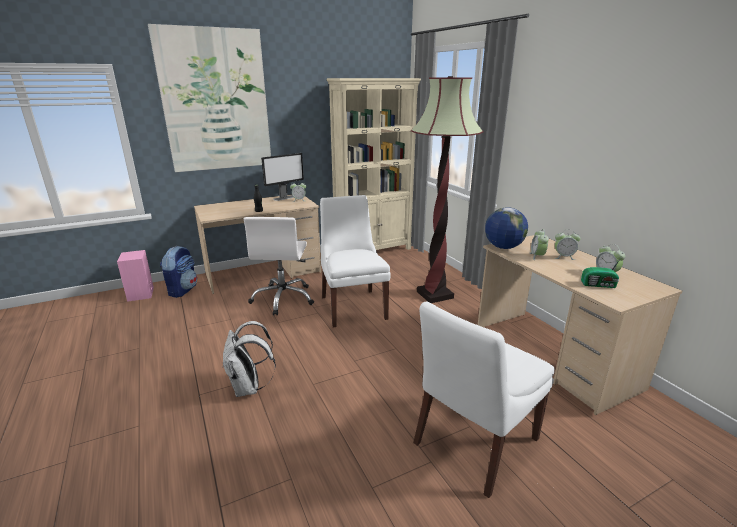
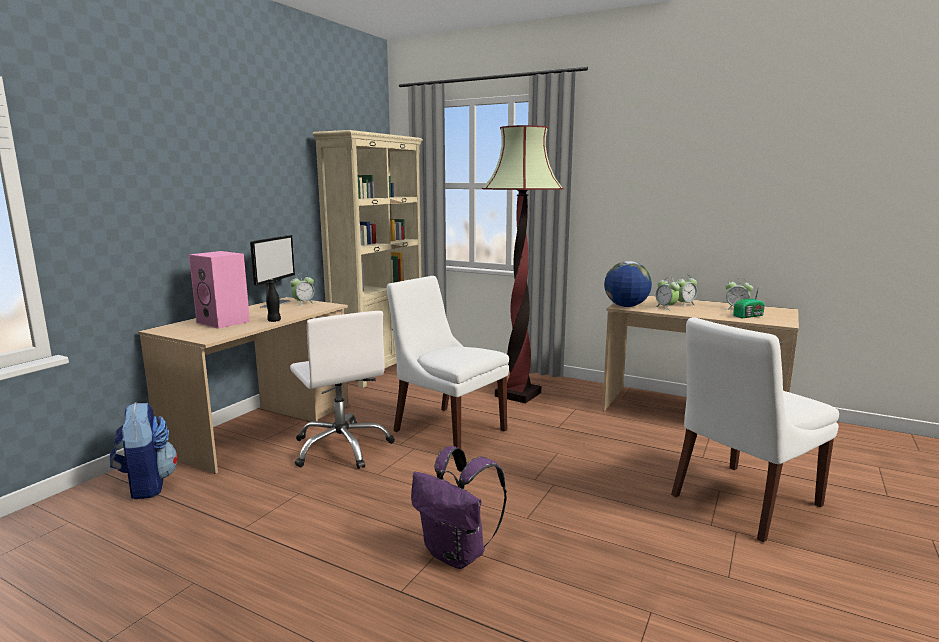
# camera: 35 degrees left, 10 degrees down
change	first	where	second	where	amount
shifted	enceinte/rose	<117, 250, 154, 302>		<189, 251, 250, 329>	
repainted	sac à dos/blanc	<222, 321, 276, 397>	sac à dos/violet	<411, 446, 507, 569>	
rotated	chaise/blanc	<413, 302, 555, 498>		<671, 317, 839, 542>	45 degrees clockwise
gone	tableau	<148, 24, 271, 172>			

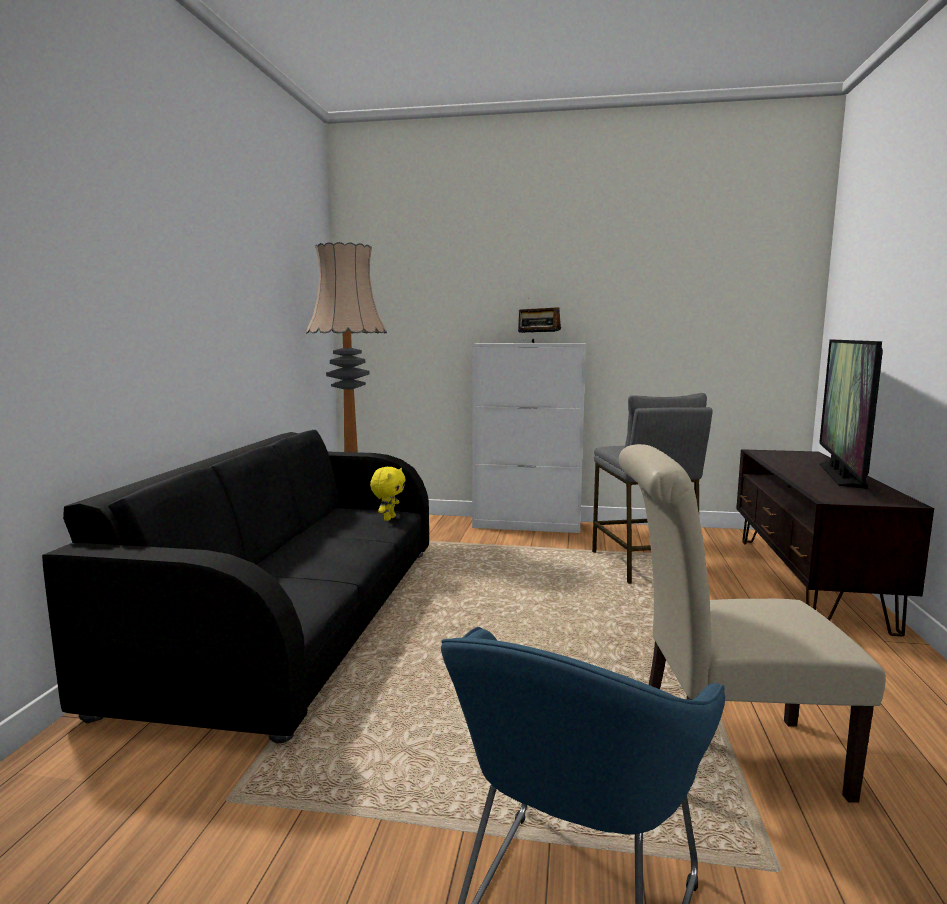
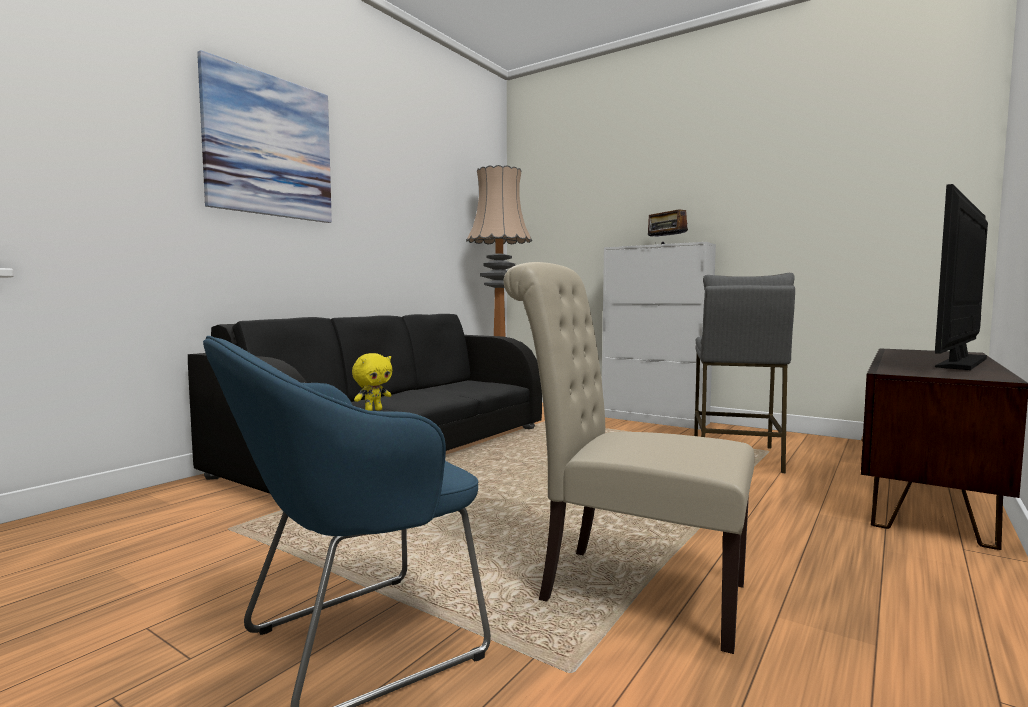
# camera: 25 degrees right, 5 degrees down
change	first	where	second	where	amount
new			tableau	<197, 50, 332, 223>	
shifted	peluche/jaune	<370, 467, 406, 521>		<352, 353, 392, 411>	

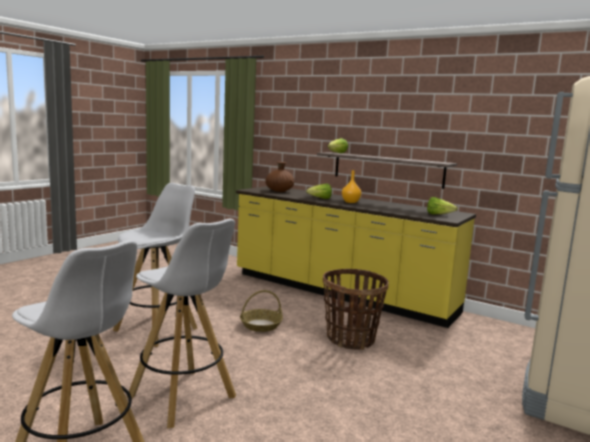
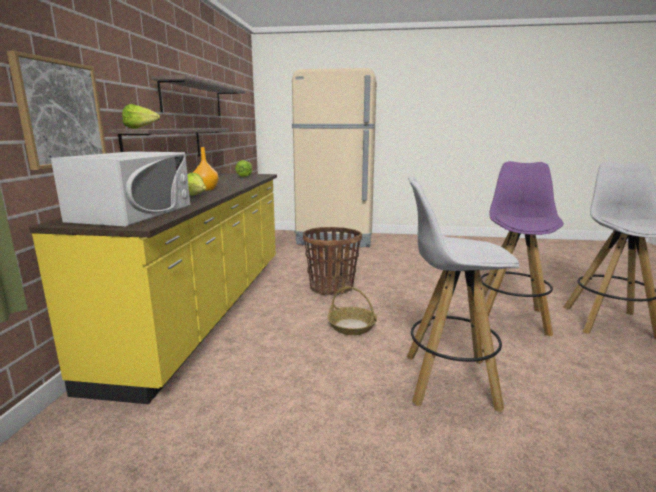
# camera: 115 degrees left, 5 degrees up
change	first	where	second	where	amount
new			tableau	<7, 51, 107, 170>	
swapped	vase/marron	<265, 162, 294, 192>	micro-ondes/blanc	<51, 151, 190, 226>	
new			étagère	<150, 75, 246, 116>	
repainted	tabouret/blanc	<127, 219, 236, 429>	tabouret/violet	<481, 161, 564, 336>	

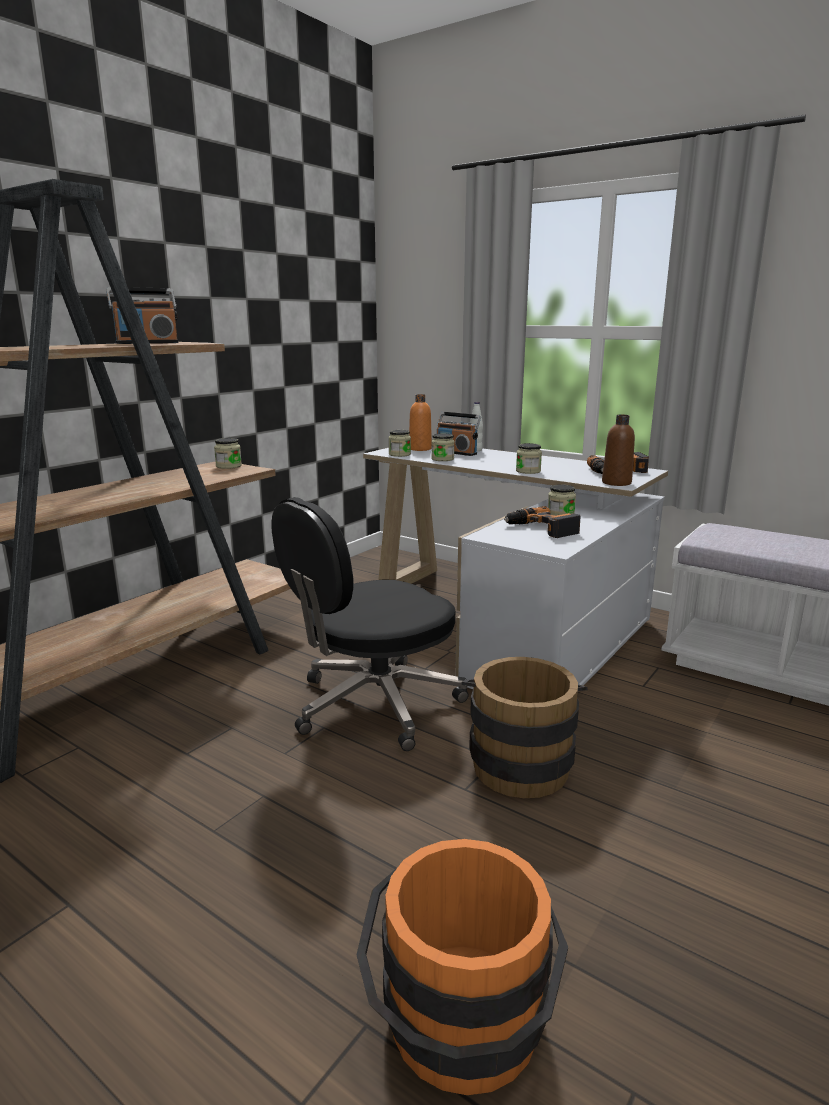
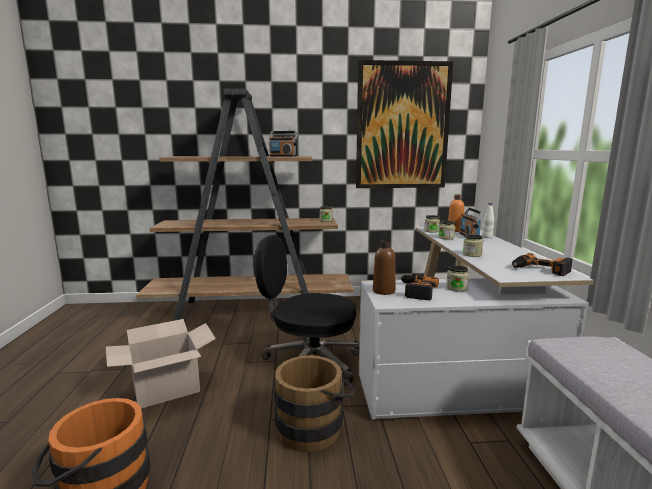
# camera: 50 degrees right, 5 degrees down
change	first	where	second	where	amount
new			carton	<106, 319, 216, 408>	
new			tableau	<356, 60, 453, 188>	
shifted	bouteille/marron	<602, 415, 635, 486>		<373, 240, 396, 295>	

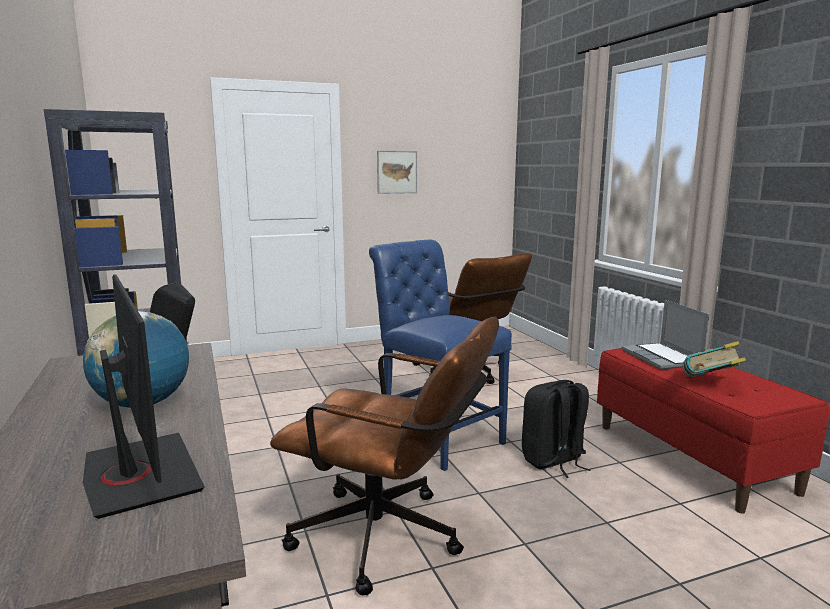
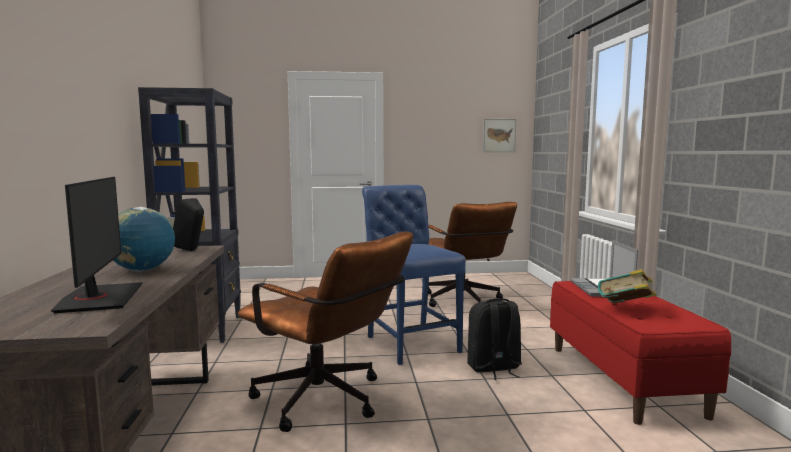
# camera: 15 degrees right, 5 degrees down
change	first	where	second	where	amount
shifted	tableau	<377, 151, 417, 194>		<483, 119, 516, 152>	

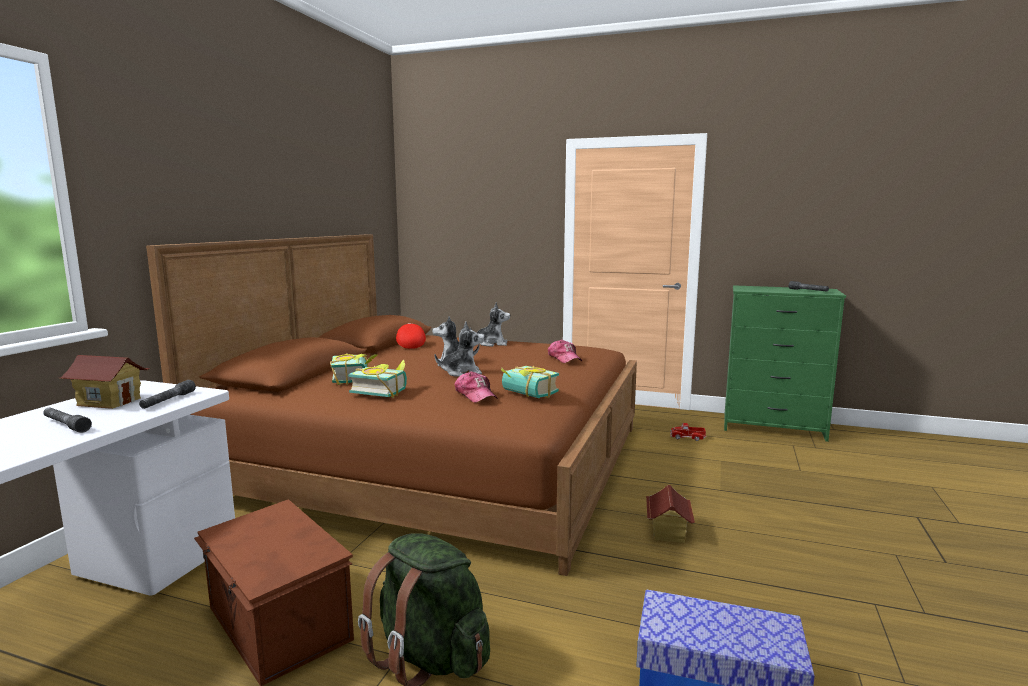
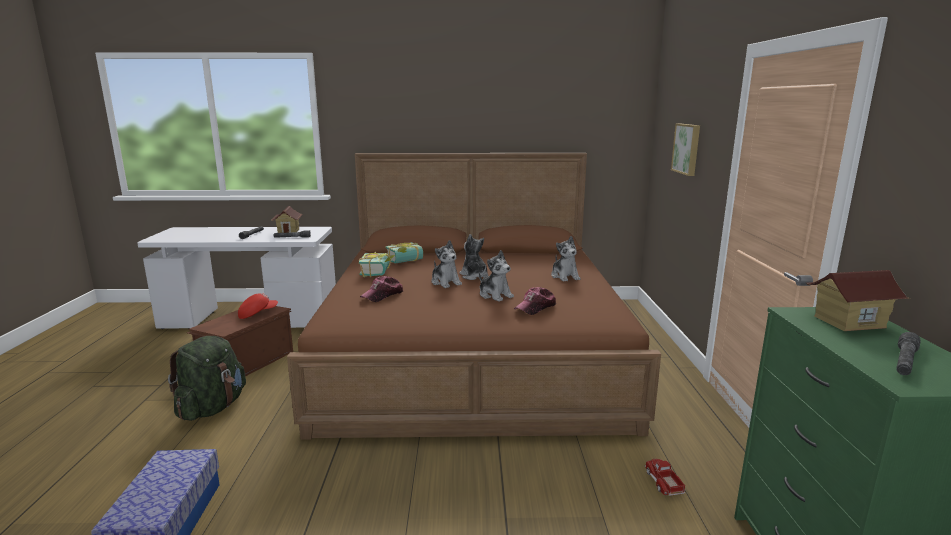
# camera: 70 degrees right, 5 degrees up
change	first	where	second	where	amount
shifted	casquette/rouge	<396, 323, 426, 349>		<238, 293, 278, 319>	
new			peluche	<479, 250, 514, 302>	
new			tableau	<671, 124, 700, 176>	
shifted	maison miniature	<646, 485, 695, 543>		<806, 270, 909, 331>	
gone	livre	<501, 366, 559, 398>			

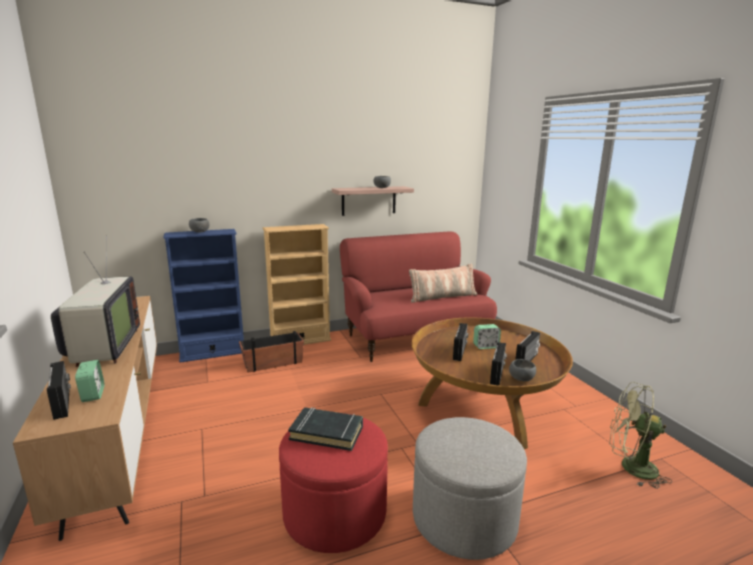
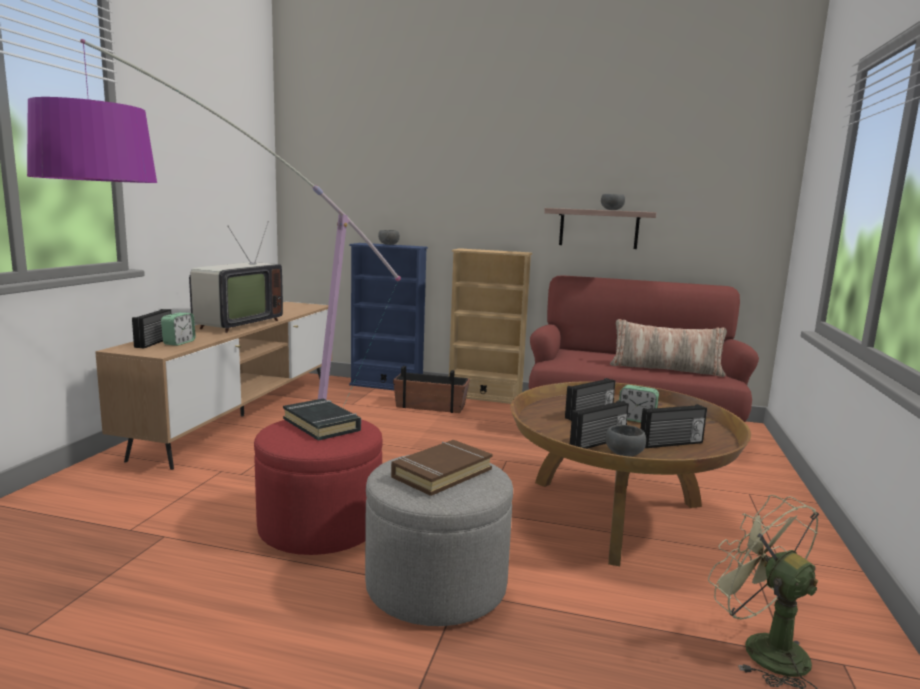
# camera: 35 degrees right, 5 degrees down
change	first	where	second	where	amount
new			lampadaire	<27, 39, 401, 407>	
new			livre/marron	<391, 440, 493, 496>	

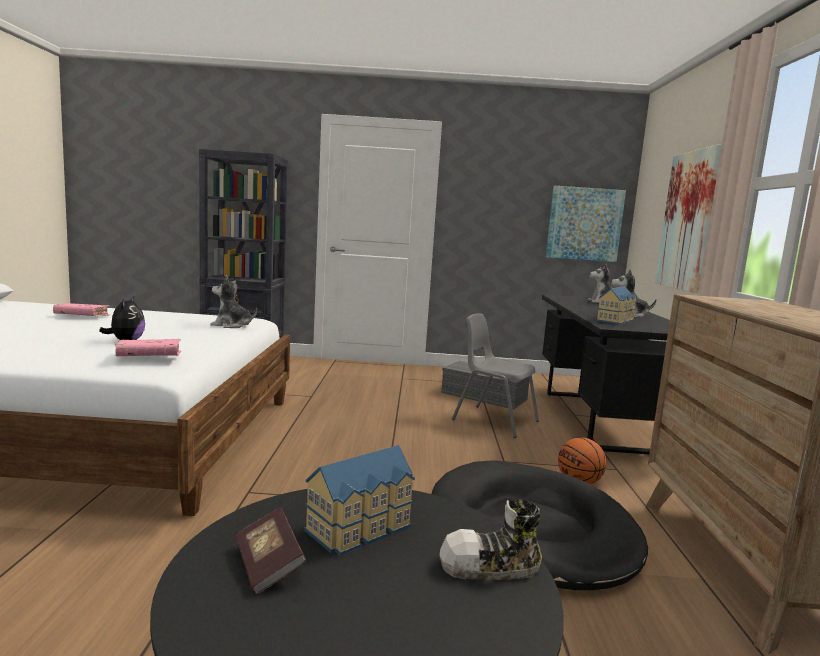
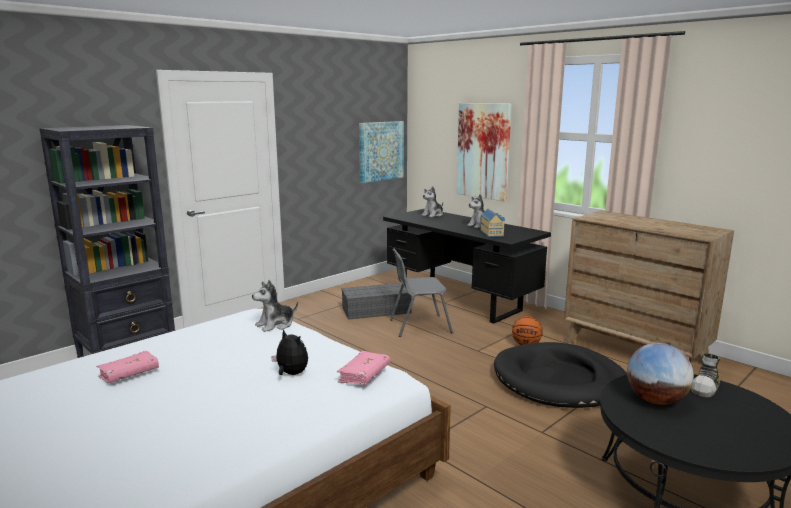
# camera: 45 degrees left, 5 degrees up
change	first	where	second	where	amount
swapped	maison miniature	<304, 445, 415, 556>	globe	<627, 343, 694, 405>	
gone	livre	<235, 507, 306, 595>			

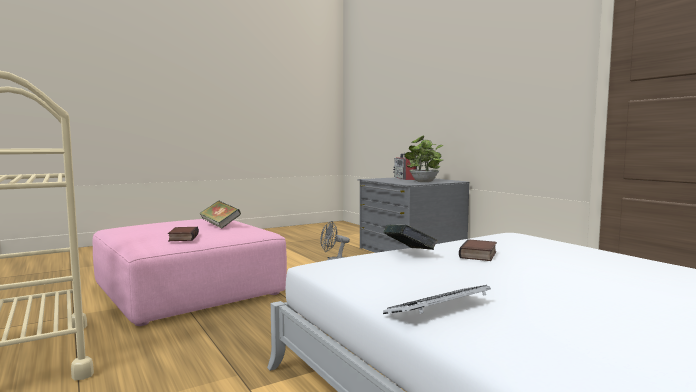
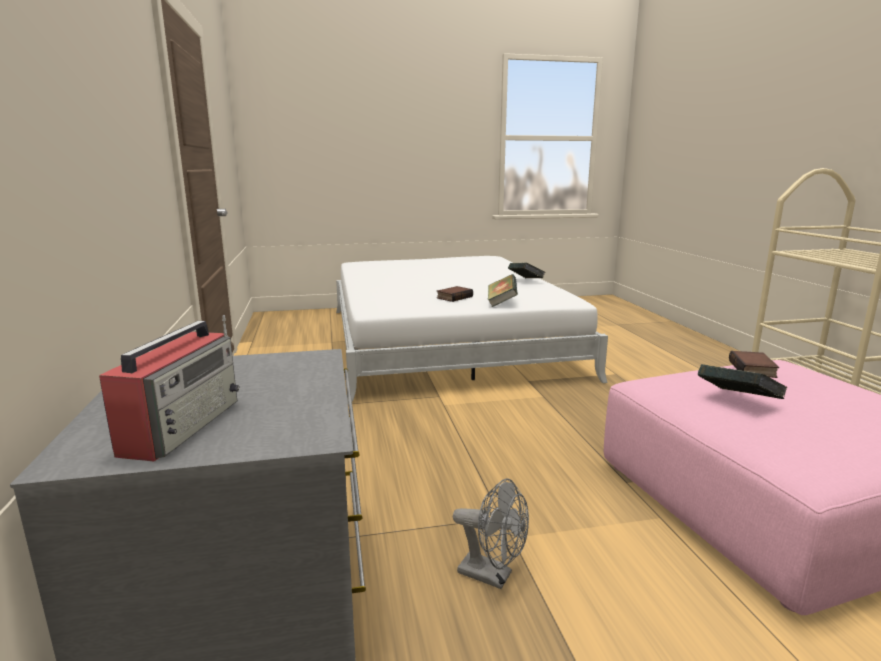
# camera: 160 degrees left, 10 degrees up
change	first	where	second	where	amount
swapped	clavier	<383, 285, 491, 314>	livre	<508, 263, 546, 278>	
gone	plante en pot	<404, 136, 443, 182>			

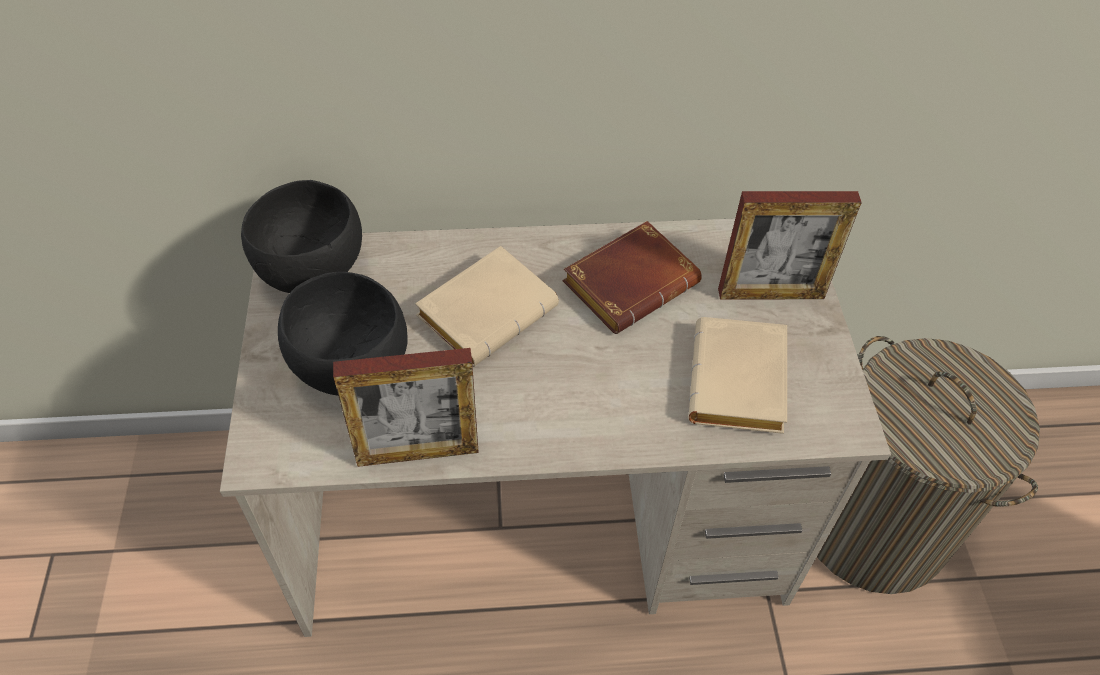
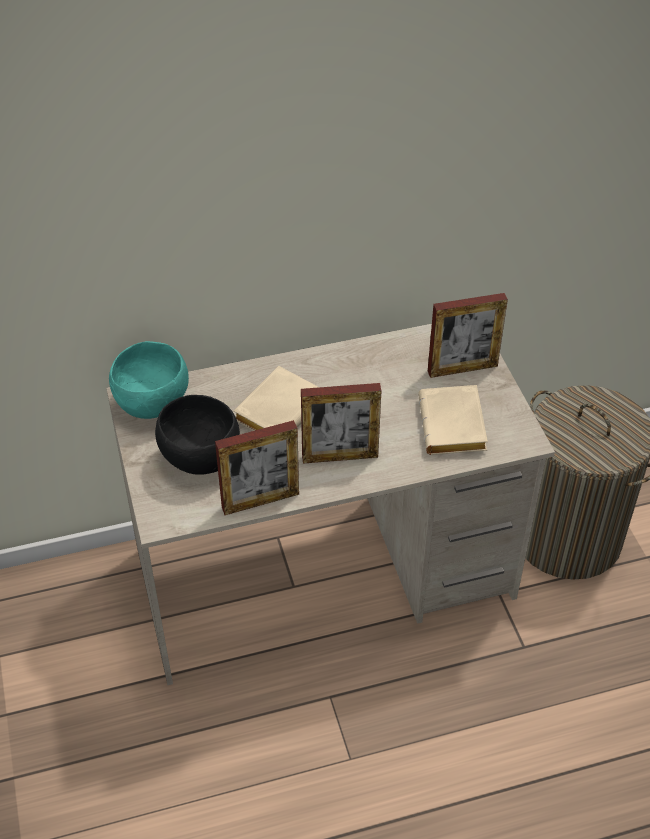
# camera: 10 degrees left, 5 degrees down
change	first	where	second	where	amount
repainted	bol/noir	<241, 180, 362, 293>	bol/turquoise	<109, 341, 189, 419>	
new			cadre photo	<301, 383, 381, 464>	
gone	livre/marron	<562, 221, 702, 334>			

